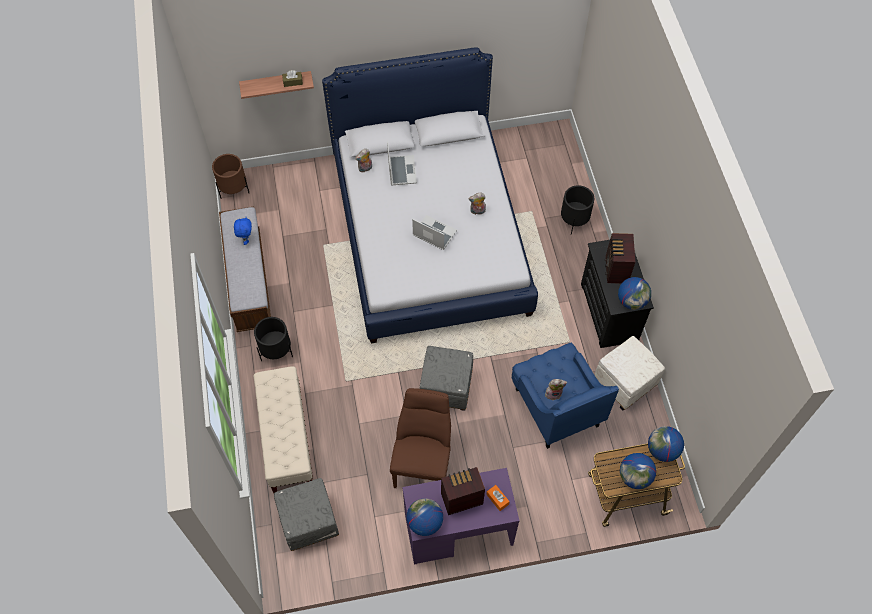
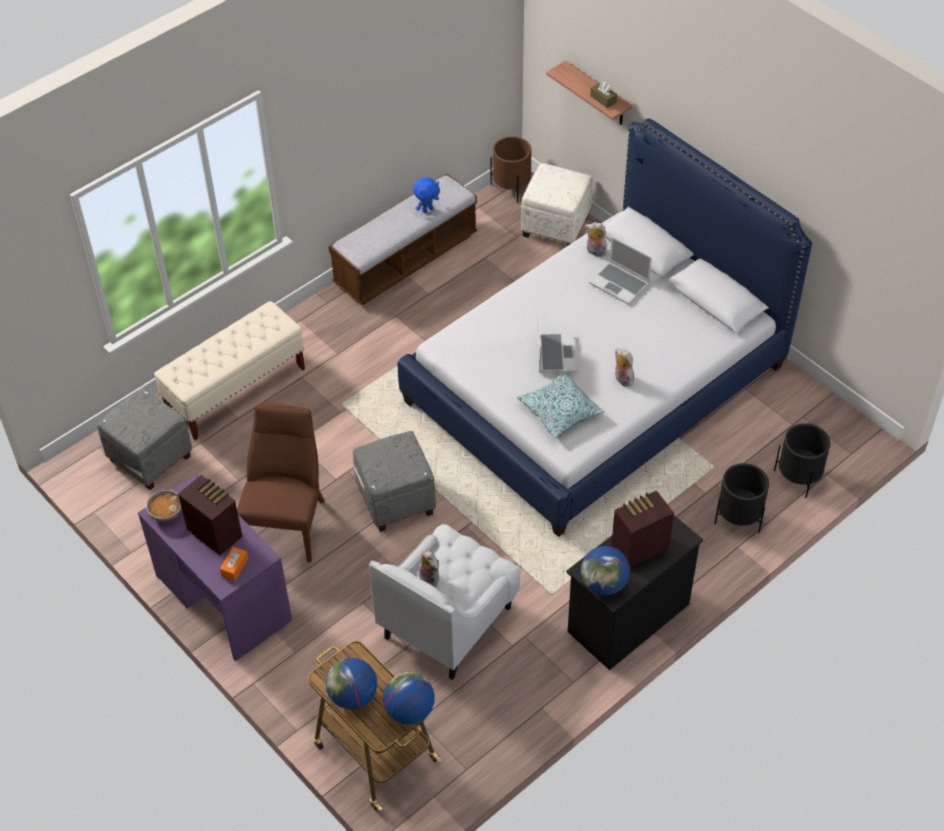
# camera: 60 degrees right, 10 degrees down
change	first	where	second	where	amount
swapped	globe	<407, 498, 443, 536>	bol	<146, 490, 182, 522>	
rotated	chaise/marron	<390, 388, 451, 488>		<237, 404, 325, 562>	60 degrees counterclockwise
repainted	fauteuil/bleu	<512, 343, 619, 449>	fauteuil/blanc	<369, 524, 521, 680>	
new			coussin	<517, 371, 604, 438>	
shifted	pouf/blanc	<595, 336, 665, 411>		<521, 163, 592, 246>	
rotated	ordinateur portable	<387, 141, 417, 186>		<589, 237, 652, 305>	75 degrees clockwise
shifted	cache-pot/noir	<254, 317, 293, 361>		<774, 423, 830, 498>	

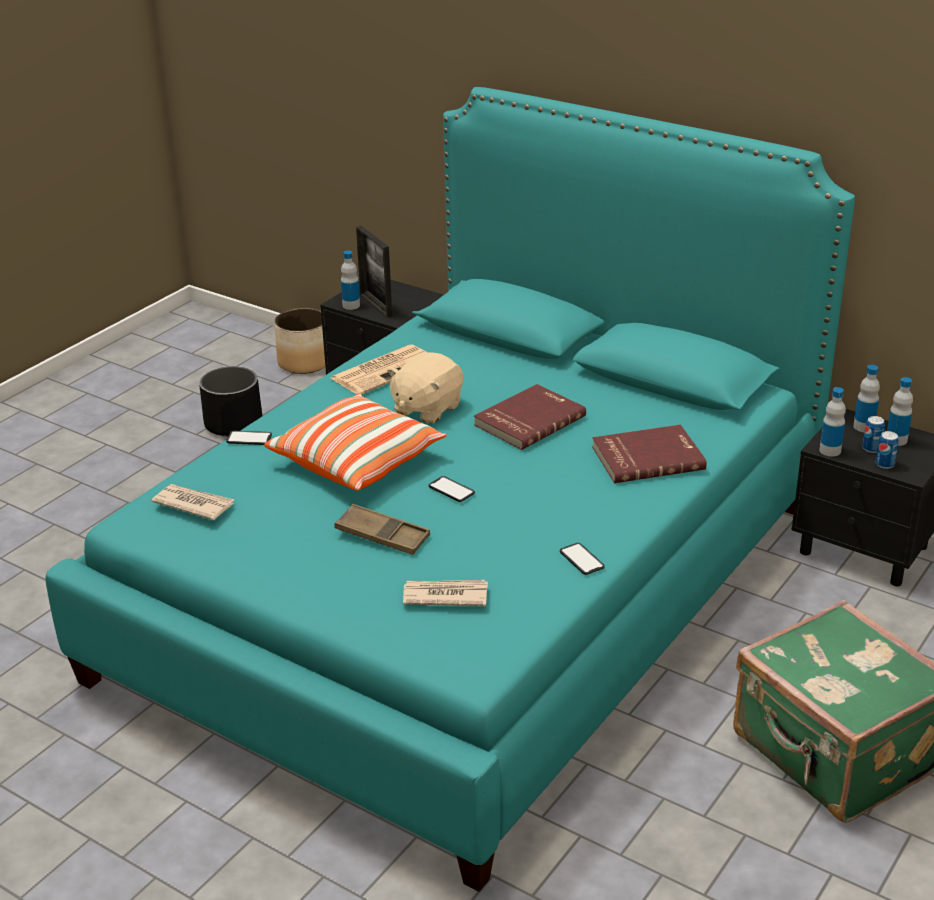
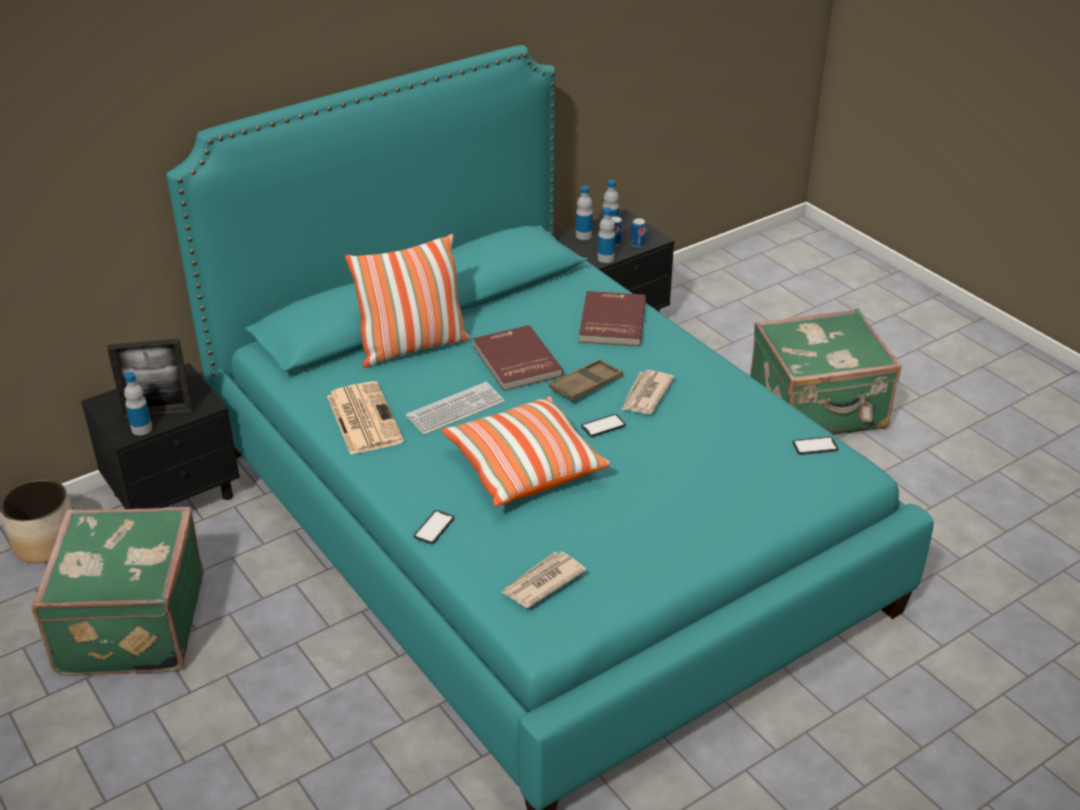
# camera: 70 degrees left, 5 degrees up
change	first	where	second	where	amount
swapped	cache-pot/noir	<199, 366, 262, 437>	valise/vert	<32, 507, 204, 676>	
new			coussin	<345, 234, 470, 368>	
swapped	peluche/beige	<387, 352, 464, 424>	clavier	<406, 382, 505, 435>	
shifted	plateau/marron	<334, 504, 430, 555>		<549, 359, 623, 401>	
shifted	journal	<403, 580, 488, 606>		<621, 370, 675, 414>	
shifted	téléphone	<560, 543, 605, 575>		<792, 436, 838, 455>	

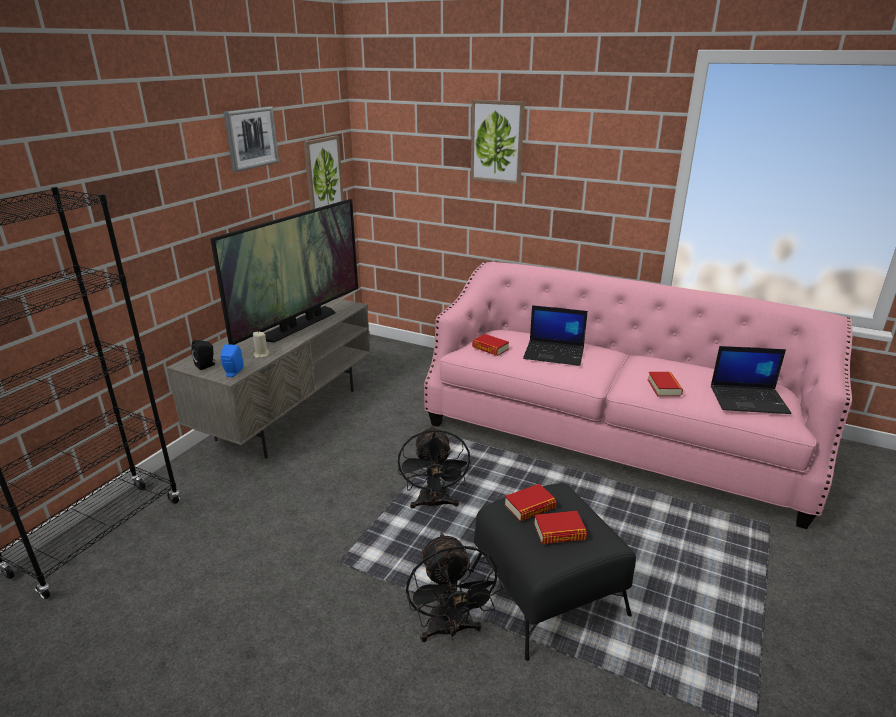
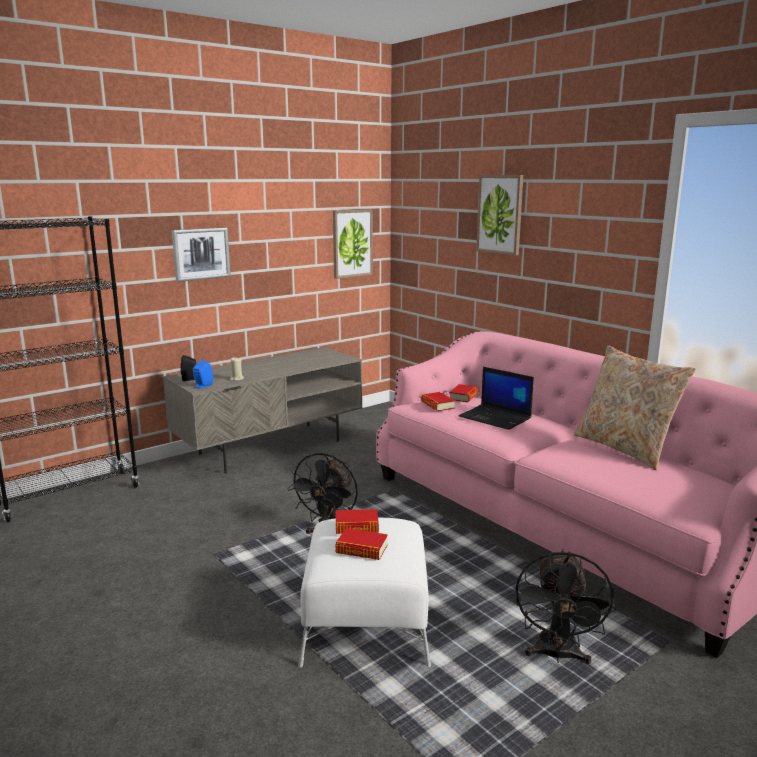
# camera: 25 degrees right, 10 degrees down
change	first	where	second	where	amount
shifted	tableau	<224, 106, 279, 172>		<172, 228, 231, 282>	
repainted	pouf/noir	<470, 483, 636, 661>	pouf/blanc	<298, 517, 431, 668>	
shifted	livre	<648, 372, 683, 397>		<449, 384, 478, 402>	
shifted	ventilateur/noir	<406, 532, 503, 642>		<516, 549, 616, 664>	
new			coussin/beige	<574, 345, 696, 470>	
gone	téléviseur	<210, 199, 358, 345>			
gone	ordinateur portable	<711, 346, 792, 414>			

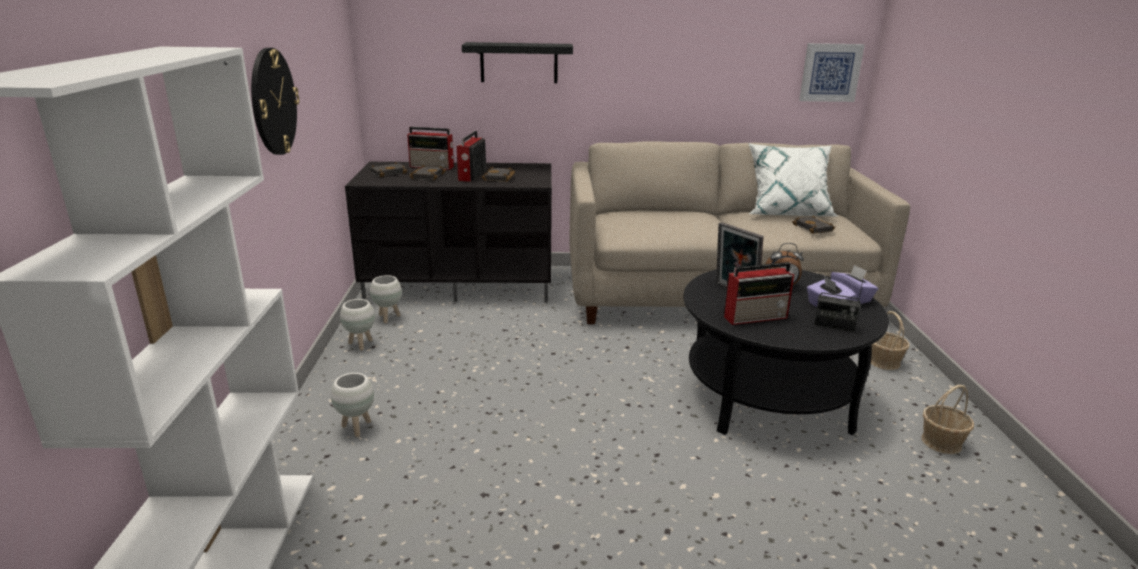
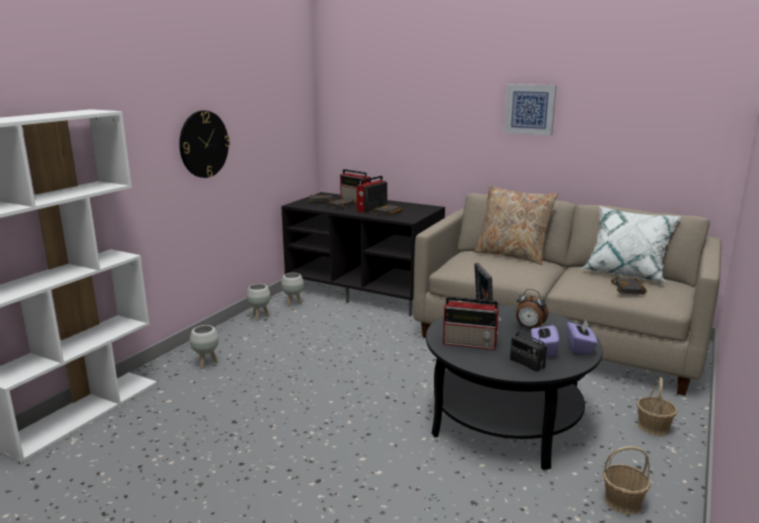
# camera: 30 degrees right, 5 degrees down
change	first	where	second	where	amount
new			coussin/beige	<474, 185, 558, 265>	
shifted	tableau	<799, 43, 865, 102>		<504, 84, 557, 136>	
gone	étagère/noir	<462, 42, 573, 83>			

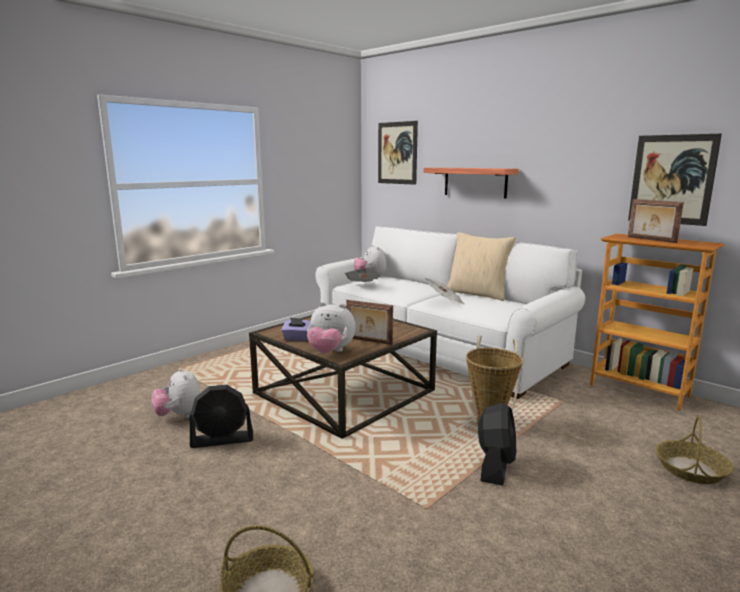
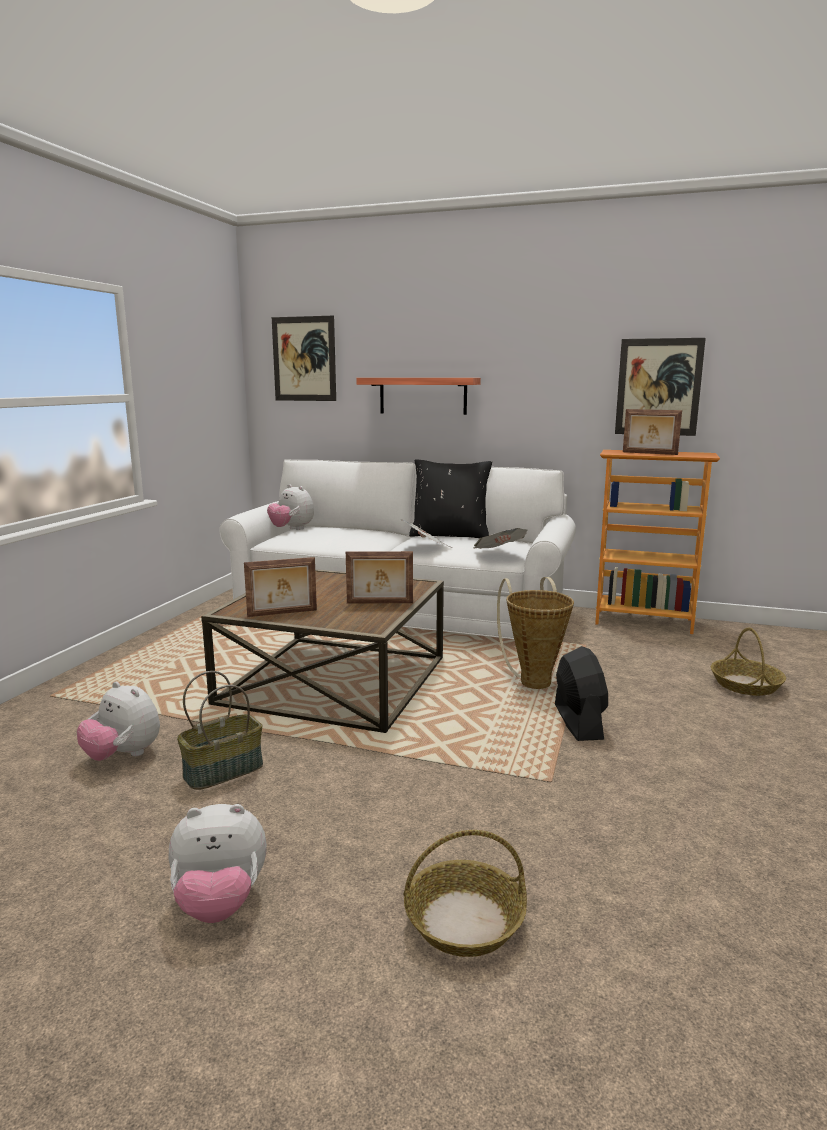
# camera: 25 degrees left, 0 degrees up
change	first	where	second	where	amount
shifted	peluche	<307, 302, 356, 353>		<169, 804, 267, 923>	
swapped	ventilateur/noir	<190, 385, 253, 448>	panier	<177, 671, 263, 790>	
swapped	boîte à mouchoirs/violet	<281, 318, 311, 341>	cadre photo	<244, 557, 317, 617>	
repainted	coussin/beige	<447, 232, 516, 301>	coussin/noir	<409, 459, 492, 538>	
shifted	journal	<345, 269, 381, 282>		<473, 528, 528, 549>	

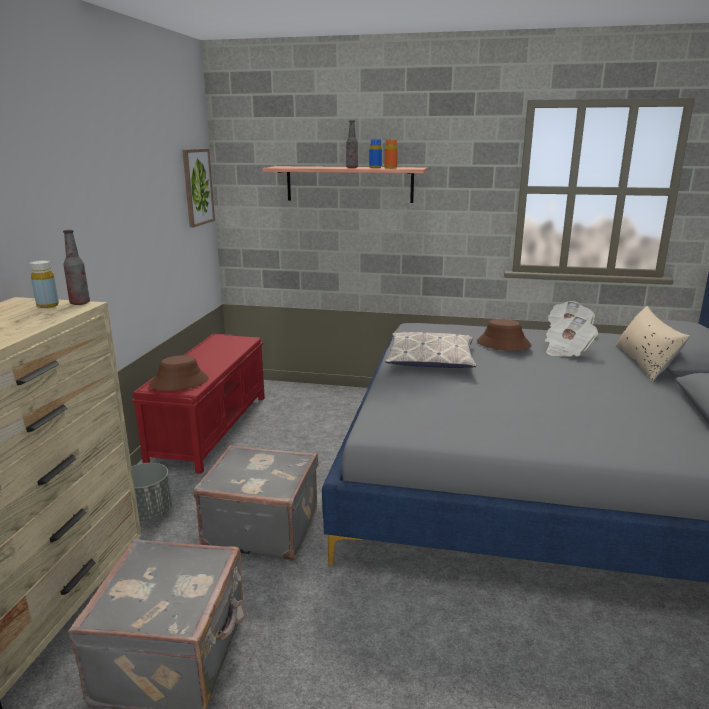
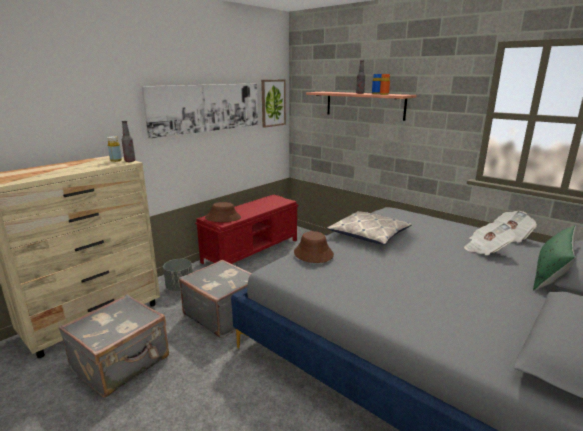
# camera: 30 degrees right, 0 degrees up
change	first	where	second	where	amount
new			tableau	<141, 84, 258, 139>	
shifted	chapeau/marron	<477, 319, 531, 351>		<294, 231, 334, 263>	
repainted	coussin/beige	<615, 306, 690, 382>	coussin/vert	<533, 225, 576, 291>	

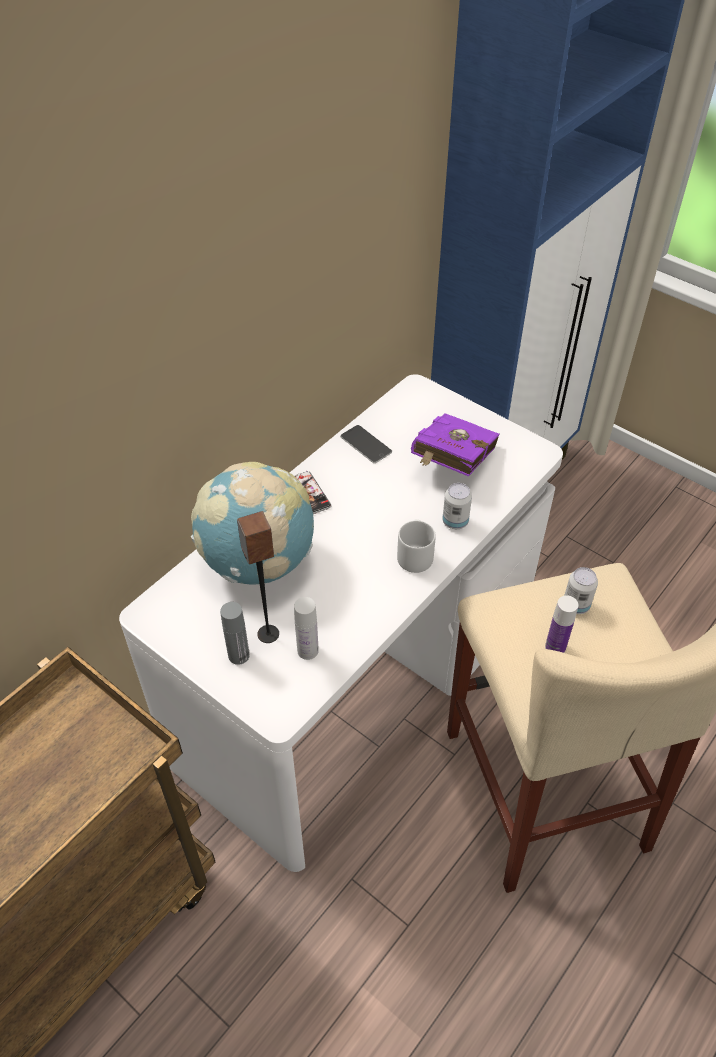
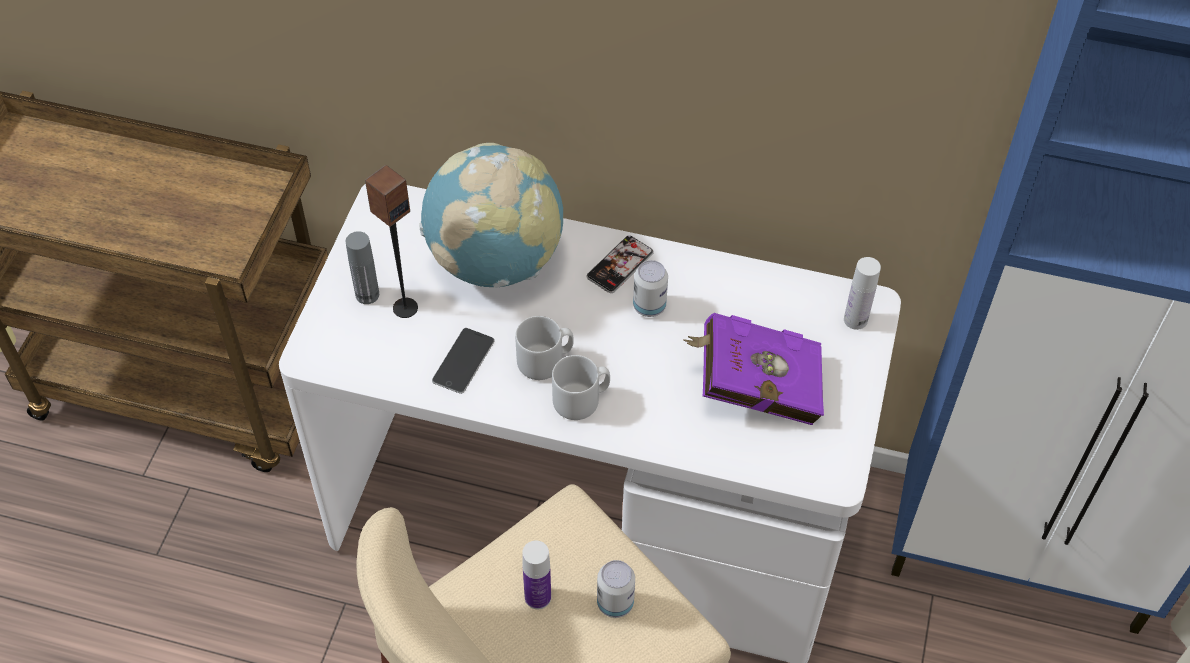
# camera: 65 degrees right, 5 degrees up
change	first	where	second	where	amount
shifted	téléphone	<340, 425, 392, 463>		<432, 328, 495, 394>	
new			mug/gris	<515, 316, 574, 380>	
shifted	boîte métallique	<442, 483, 472, 529>		<633, 260, 668, 317>	
shifted	bouteille/blanc	<294, 597, 319, 660>		<844, 257, 881, 330>	

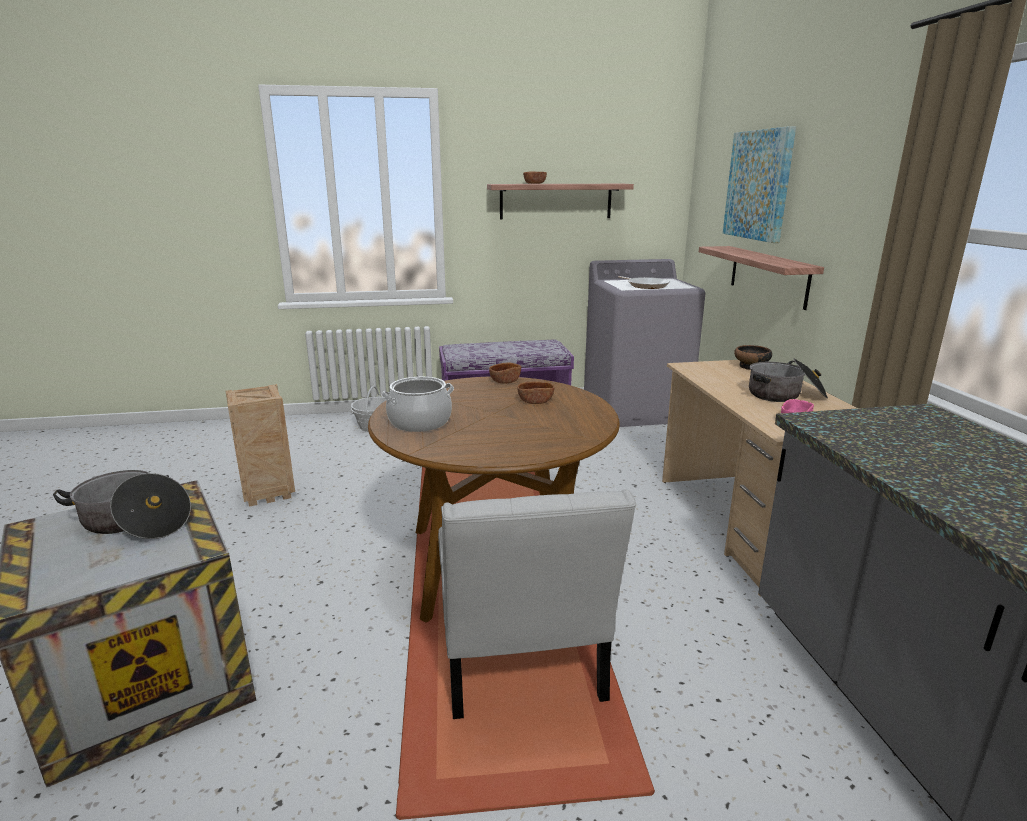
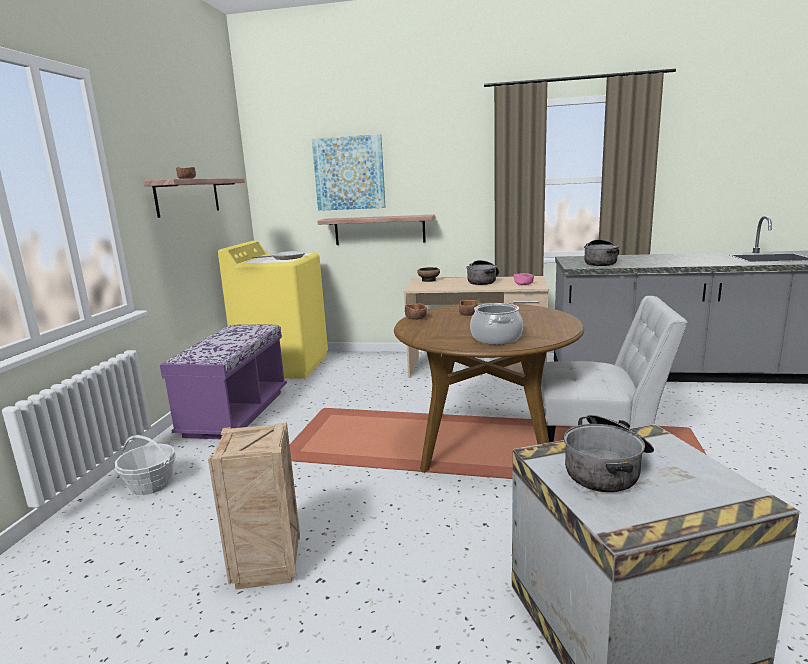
# camera: 70 degrees left, 5 degrees down
change	first	where	second	where	amount
repainted	lave-linge/gris	<584, 259, 706, 427>	lave-linge/jaune	<218, 241, 328, 379>	
new			marmite	<584, 240, 619, 266>	

